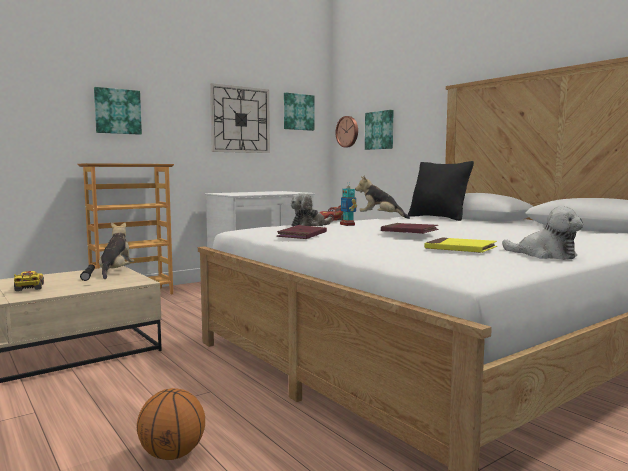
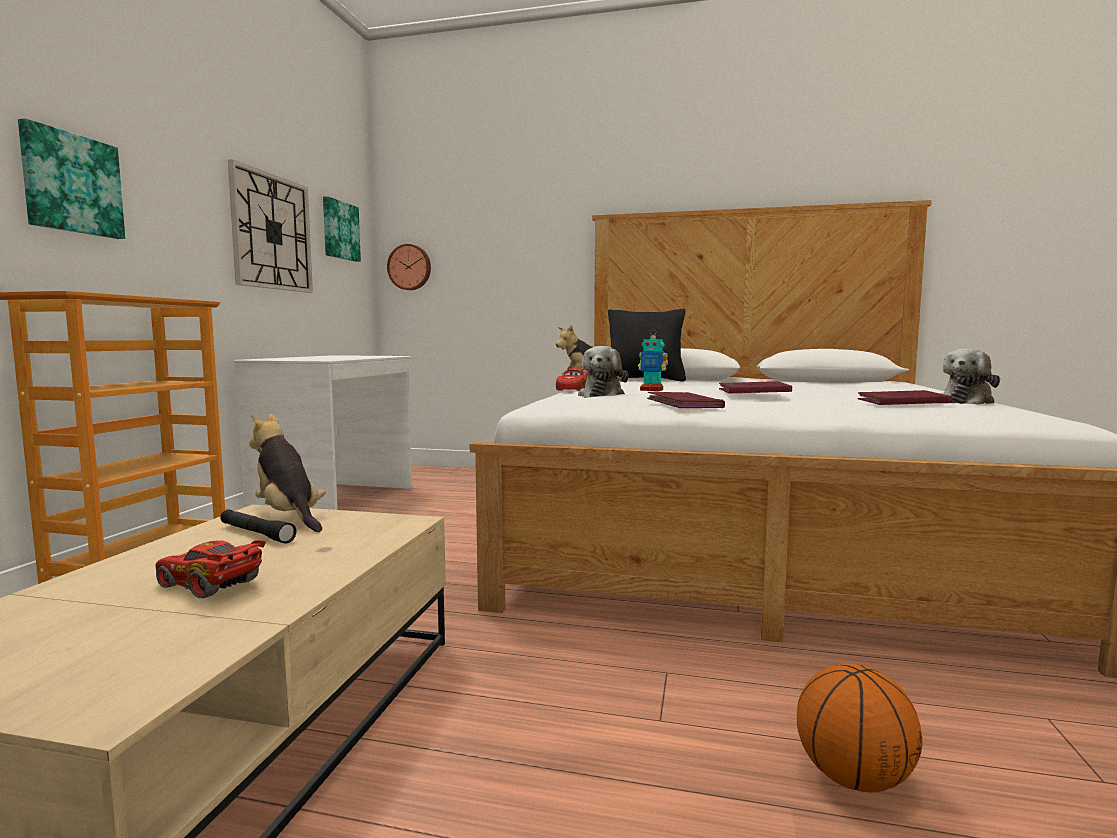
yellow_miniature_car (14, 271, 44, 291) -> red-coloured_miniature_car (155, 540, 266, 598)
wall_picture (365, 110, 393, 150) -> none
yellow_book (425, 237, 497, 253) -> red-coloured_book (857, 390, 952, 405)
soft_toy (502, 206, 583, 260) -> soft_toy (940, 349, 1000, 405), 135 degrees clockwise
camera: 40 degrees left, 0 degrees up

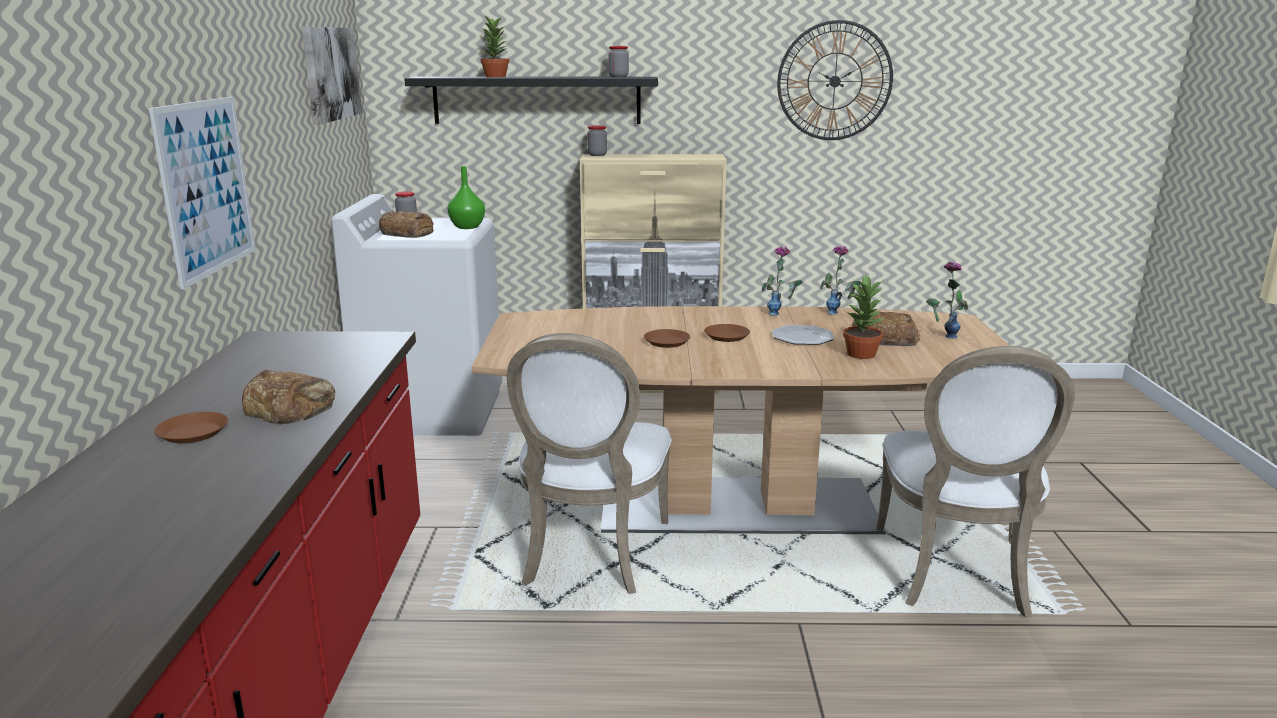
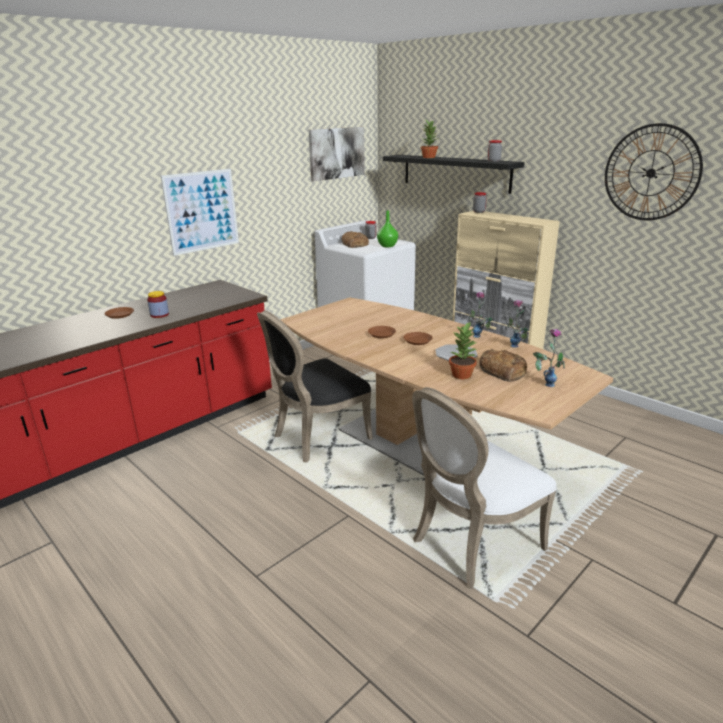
baked_bread (242, 370, 335, 424) -> storage_jar (147, 291, 169, 318)
white_upright_chair (507, 333, 672, 594) -> black-coloured_upright_chair (257, 310, 373, 463)
camera: 45 degrees right, 5 degrees up

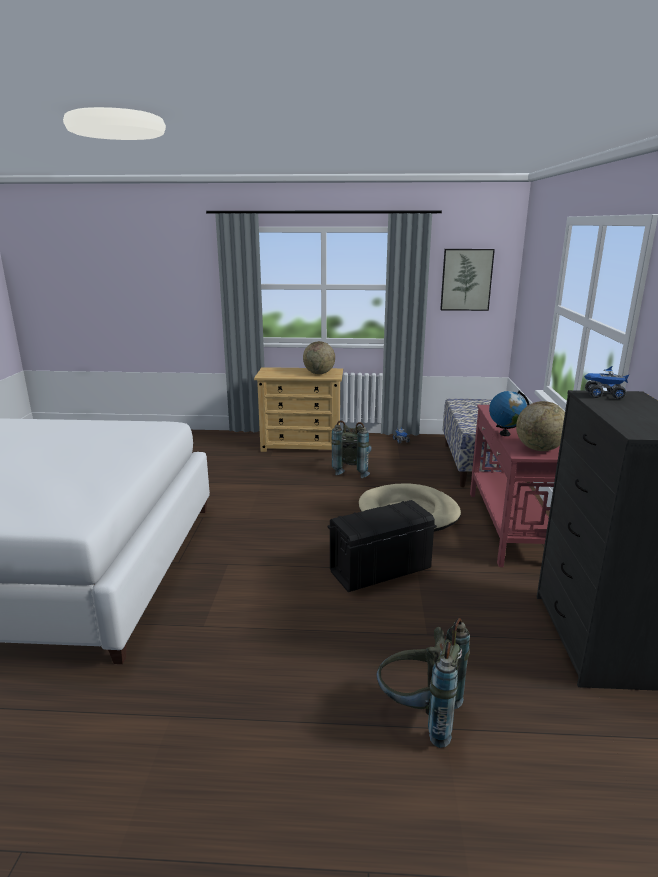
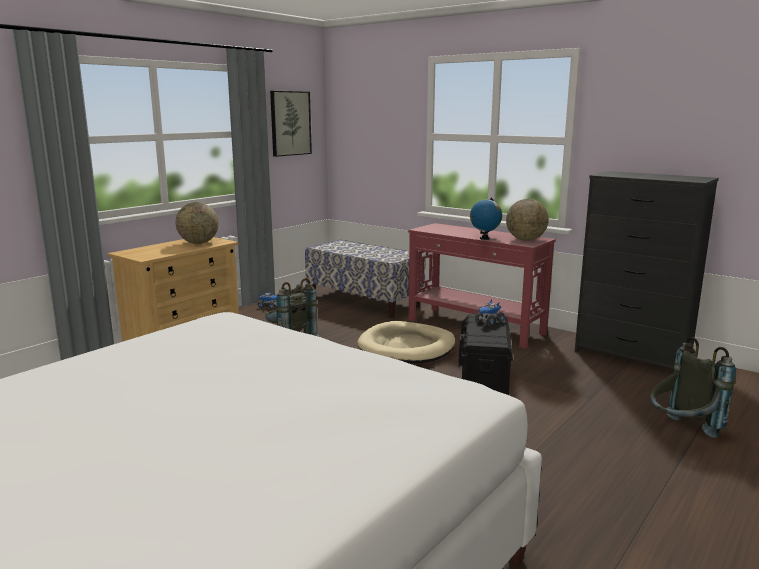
toy_lorry (584, 366, 630, 399) -> toy_lorry (475, 299, 505, 326), shifted
camera: 55 degrees left, 5 degrees down

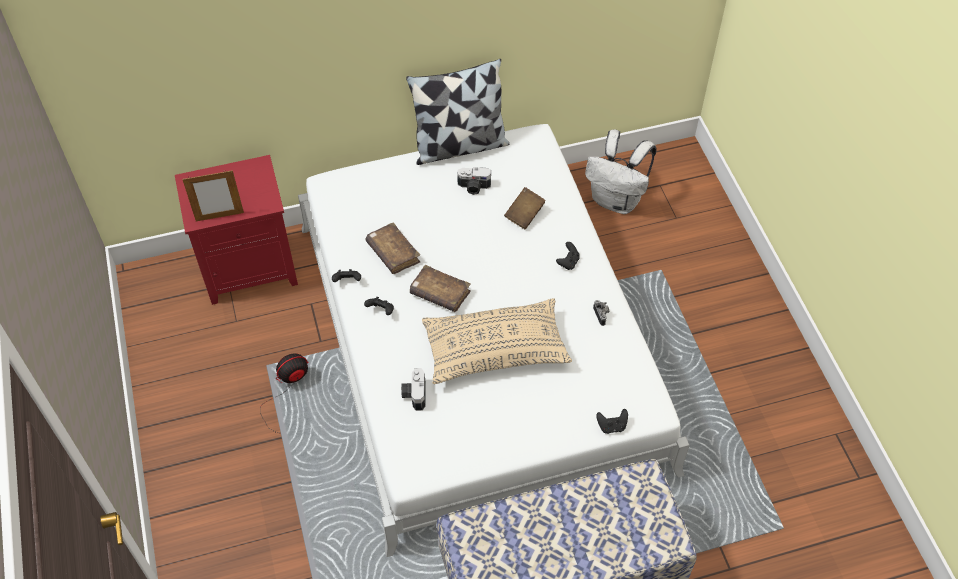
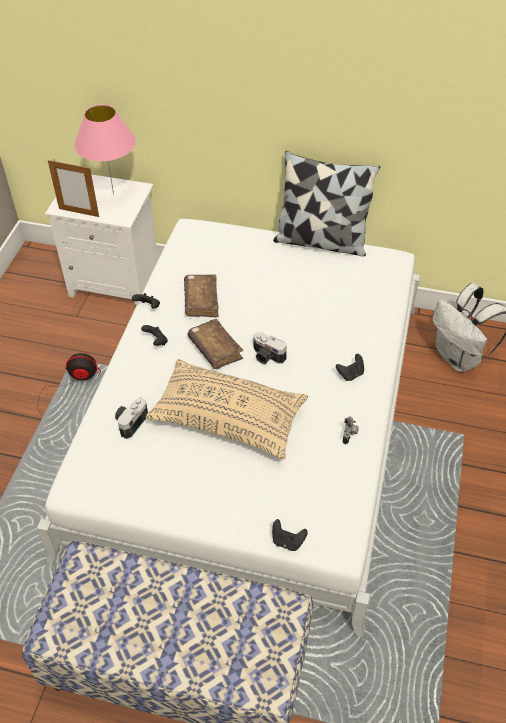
red-coloured_nightstand (175, 155, 298, 305) -> white_nightstand (45, 174, 158, 306)
still_camera (457, 167, 491, 195) -> still_camera (253, 332, 287, 364), shifted
brown_book (504, 187, 546, 229) -> none
none -> pink_tabletop_lamp (74, 105, 136, 195)
camera: 30 degrees right, 5 degrees down

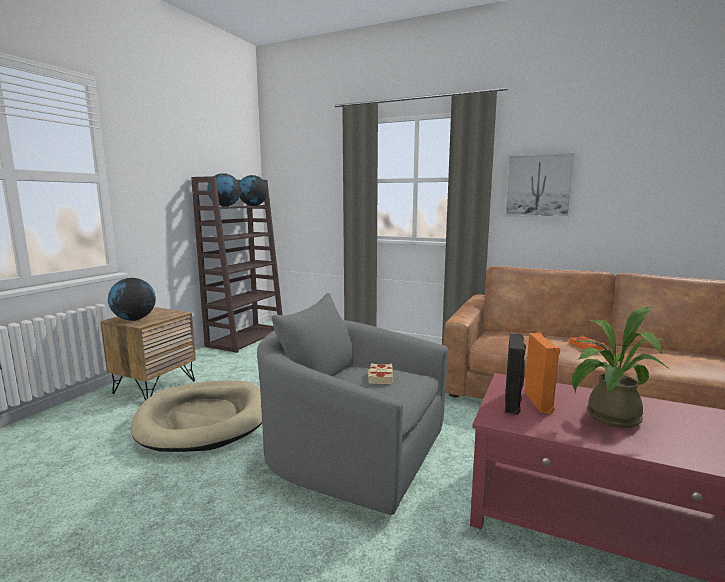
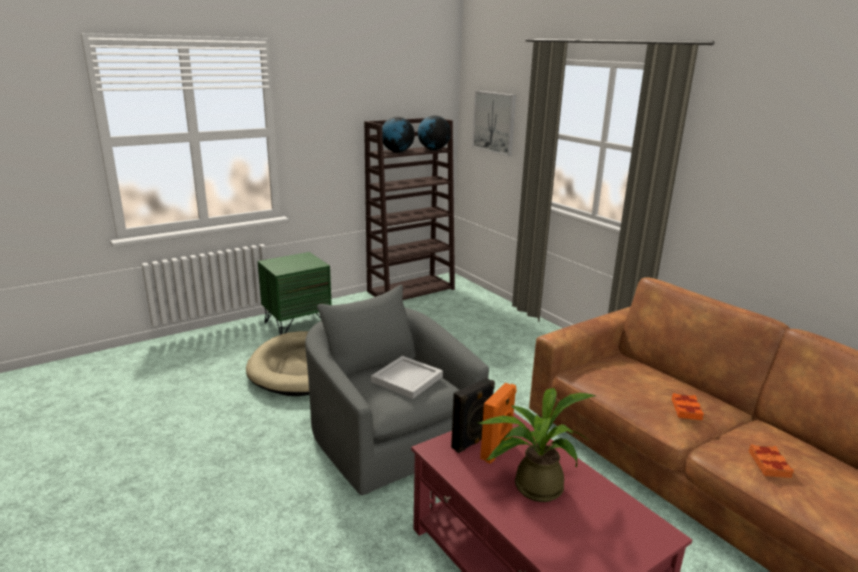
brown_nightstand (100, 307, 196, 401) -> greenish_nightstand (258, 252, 332, 335)
desk_globe (108, 278, 156, 321) -> none
sand-coloured_book (368, 363, 393, 384) -> white_tray (371, 356, 443, 399)
wall_picture (505, 153, 575, 217) -> wall_picture (472, 91, 516, 156), shifted
none -> orangey_book (749, 444, 794, 478)
camera: 30 degrees right, 10 degrees up

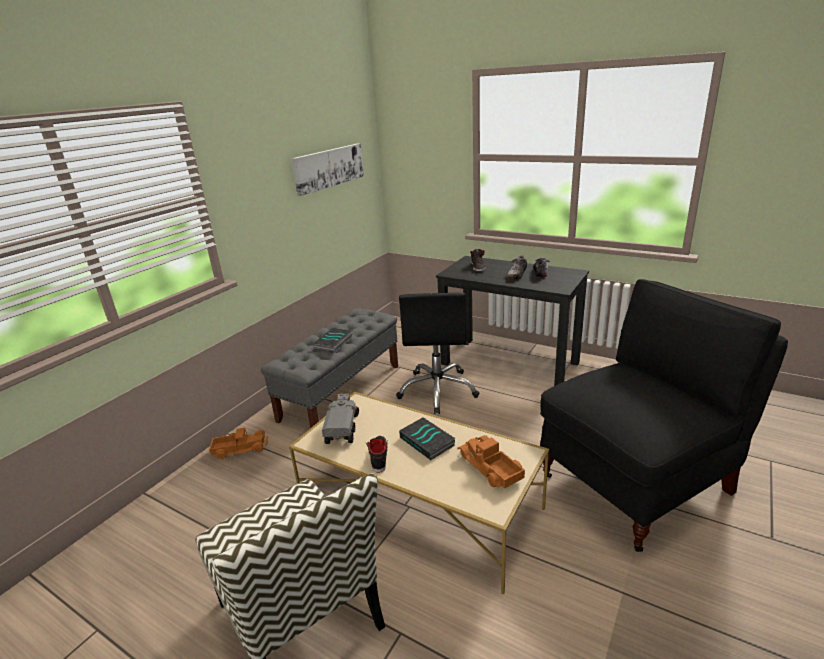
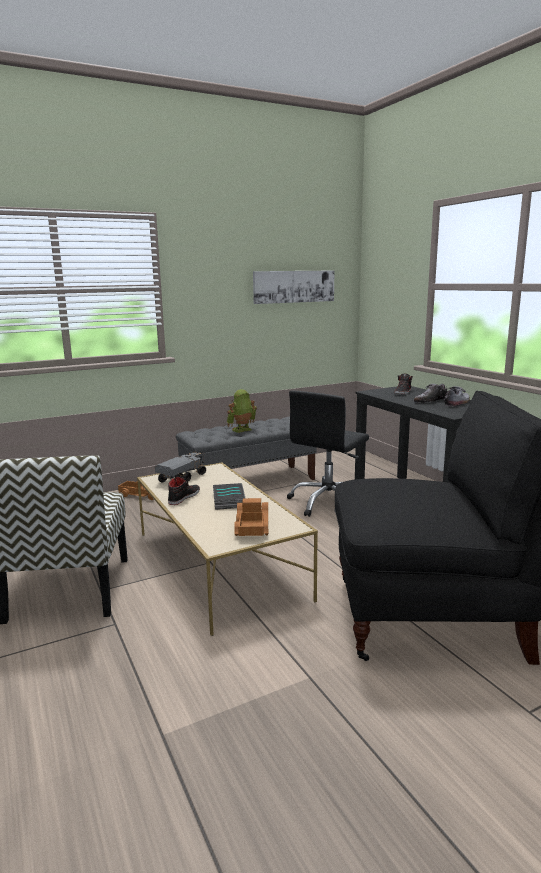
book (313, 328, 352, 353) -> robot_figure (227, 389, 257, 433)
camera: 30 degrees right, 10 degrees down

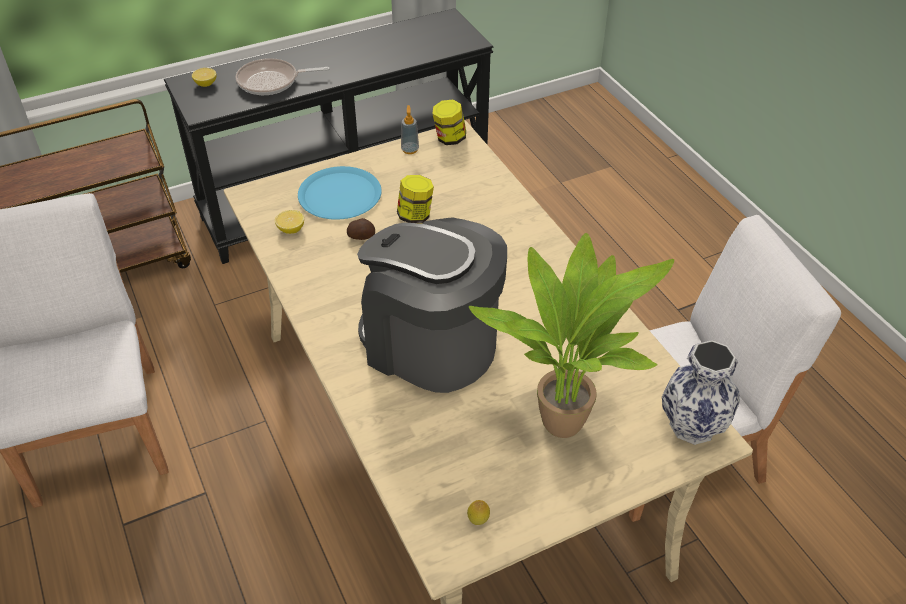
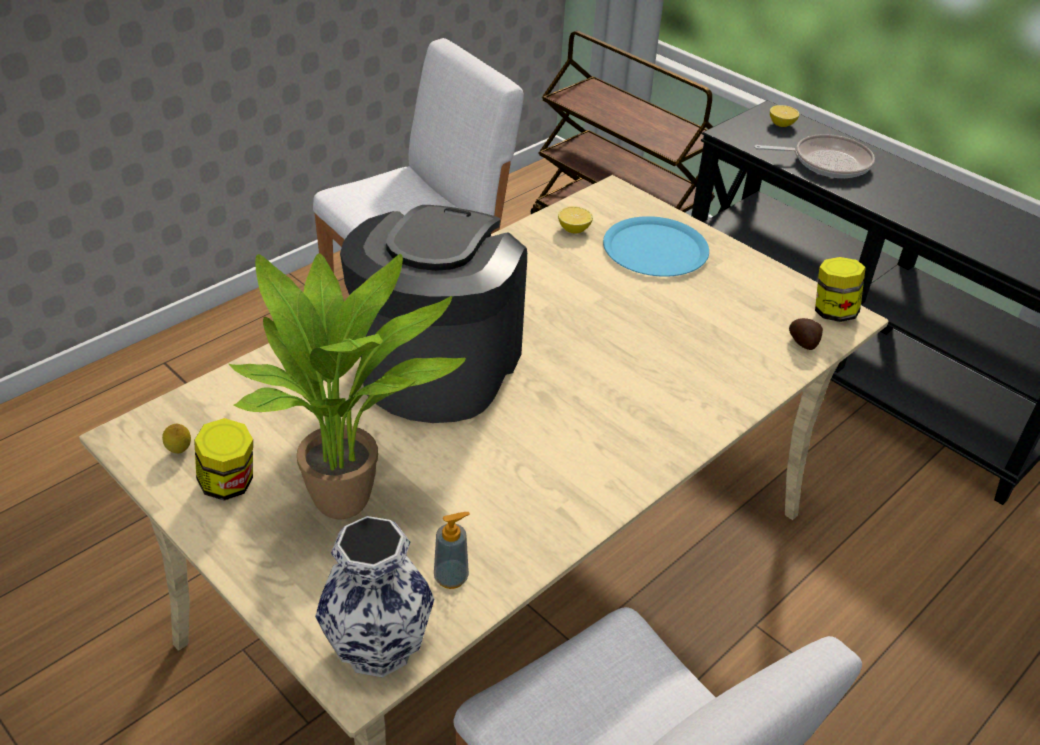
skillet (236, 58, 330, 95) -> skillet (754, 134, 875, 178), 120 degrees clockwise
spud (347, 218, 375, 240) -> spud (789, 318, 823, 350), shifted
storage_jar (397, 175, 434, 224) -> storage_jar (194, 418, 253, 501), shifted
liquid_soap_bottle (401, 105, 419, 154) -> liquid_soap_bottle (434, 512, 470, 589), shifted
camera: 70 degrees right, 5 degrees down

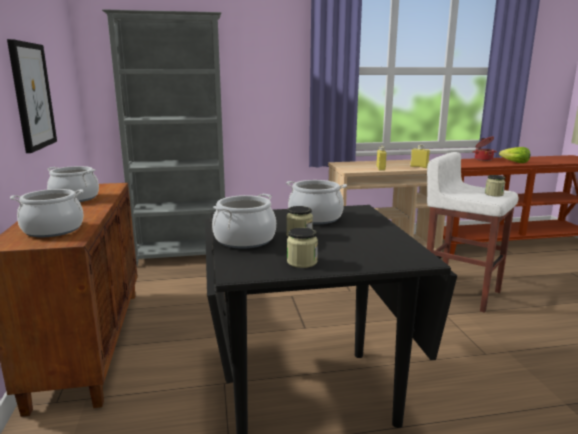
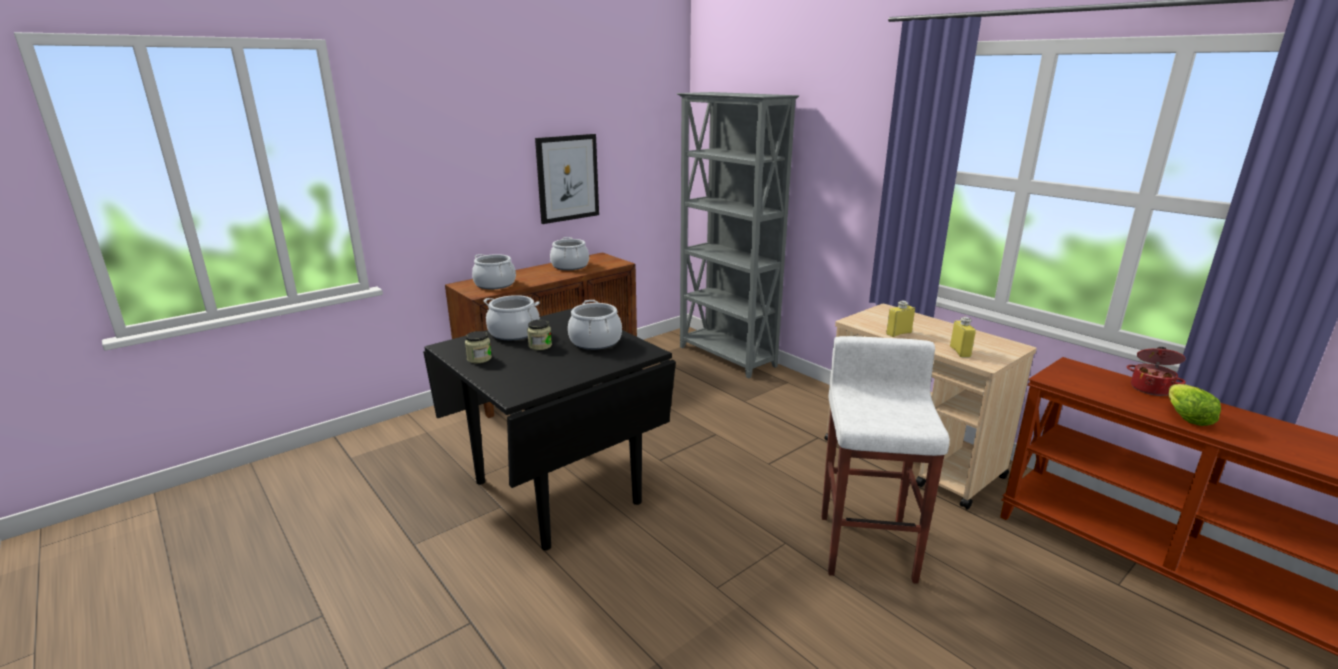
storage_jar (485, 175, 505, 196) -> none
camera: 60 degrees right, 5 degrees up

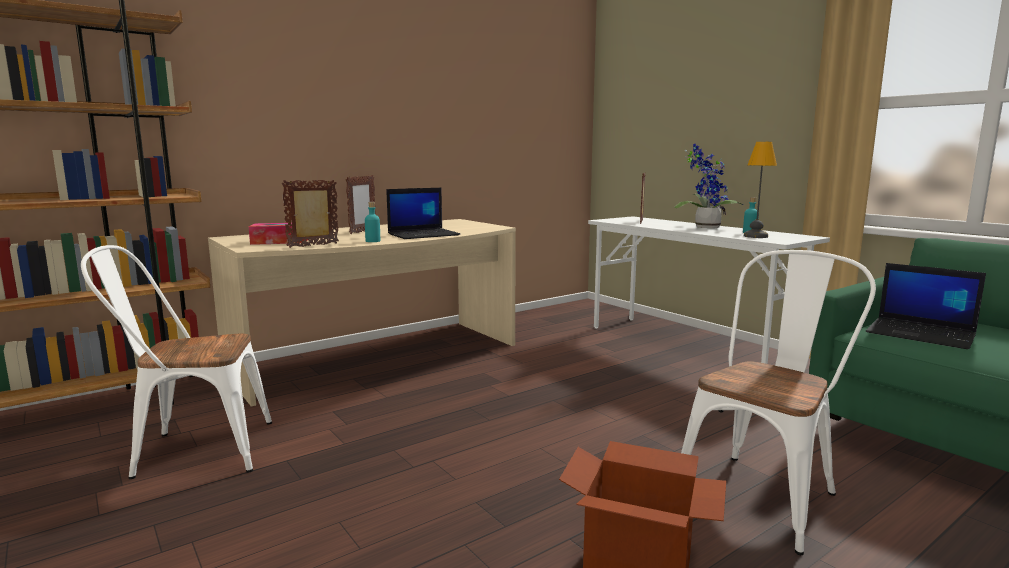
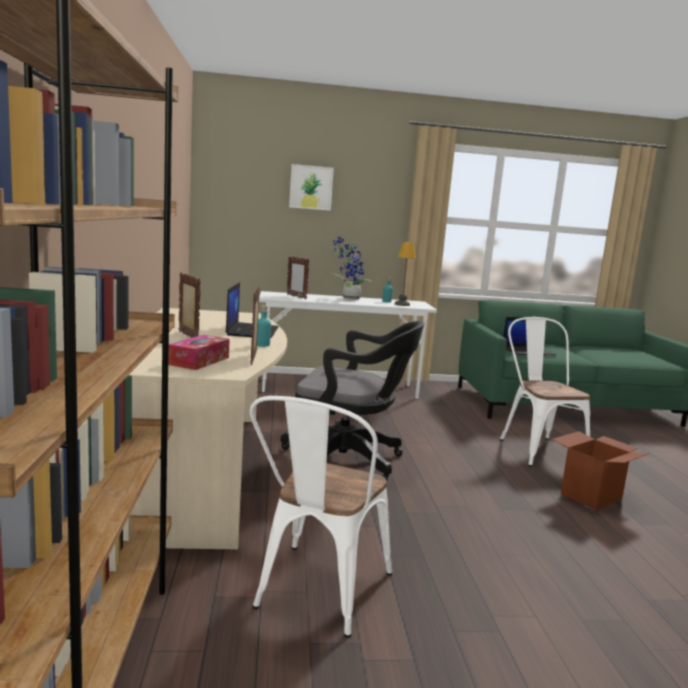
none -> black-coloured_desk_chair (280, 321, 425, 480)
none -> wall_picture (289, 164, 334, 211)
camera: 60 degrees left, 0 degrees up

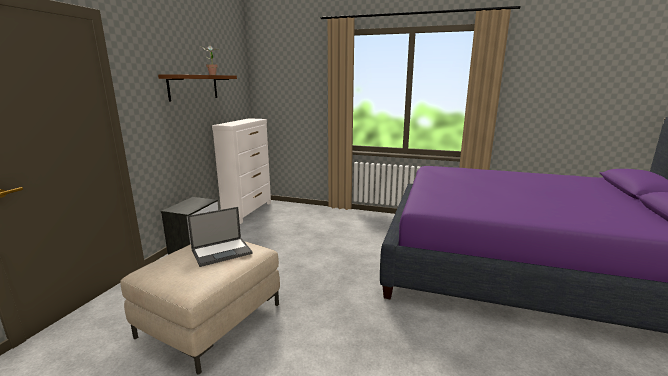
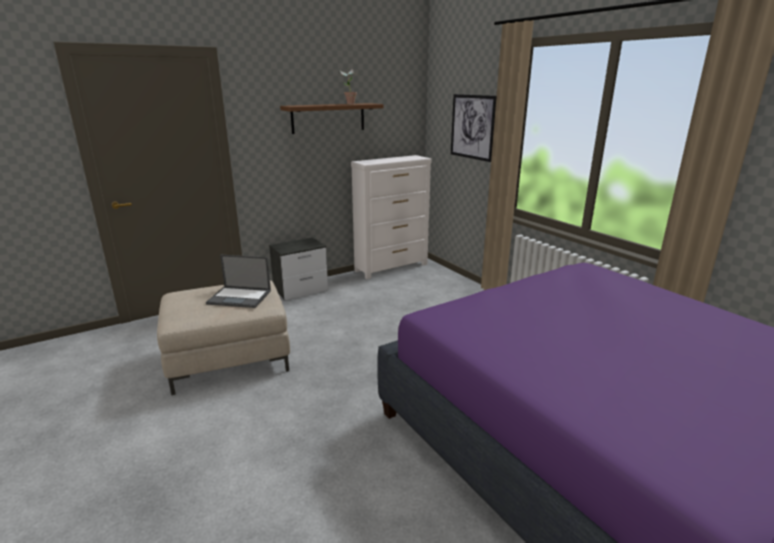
none -> wall_picture (451, 94, 497, 162)
camera: 40 degrees right, 5 degrees up

